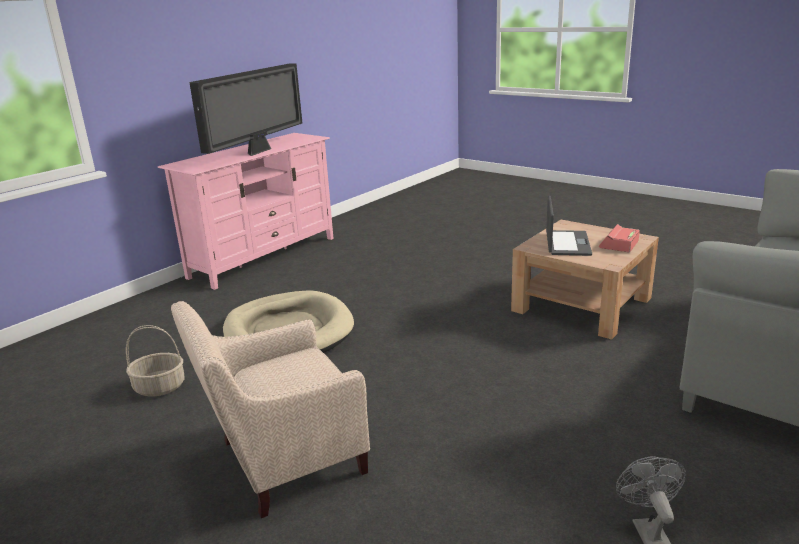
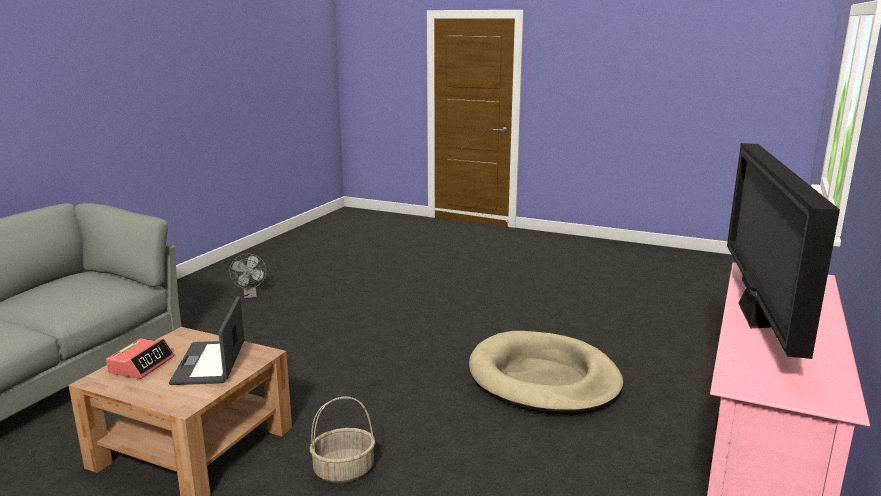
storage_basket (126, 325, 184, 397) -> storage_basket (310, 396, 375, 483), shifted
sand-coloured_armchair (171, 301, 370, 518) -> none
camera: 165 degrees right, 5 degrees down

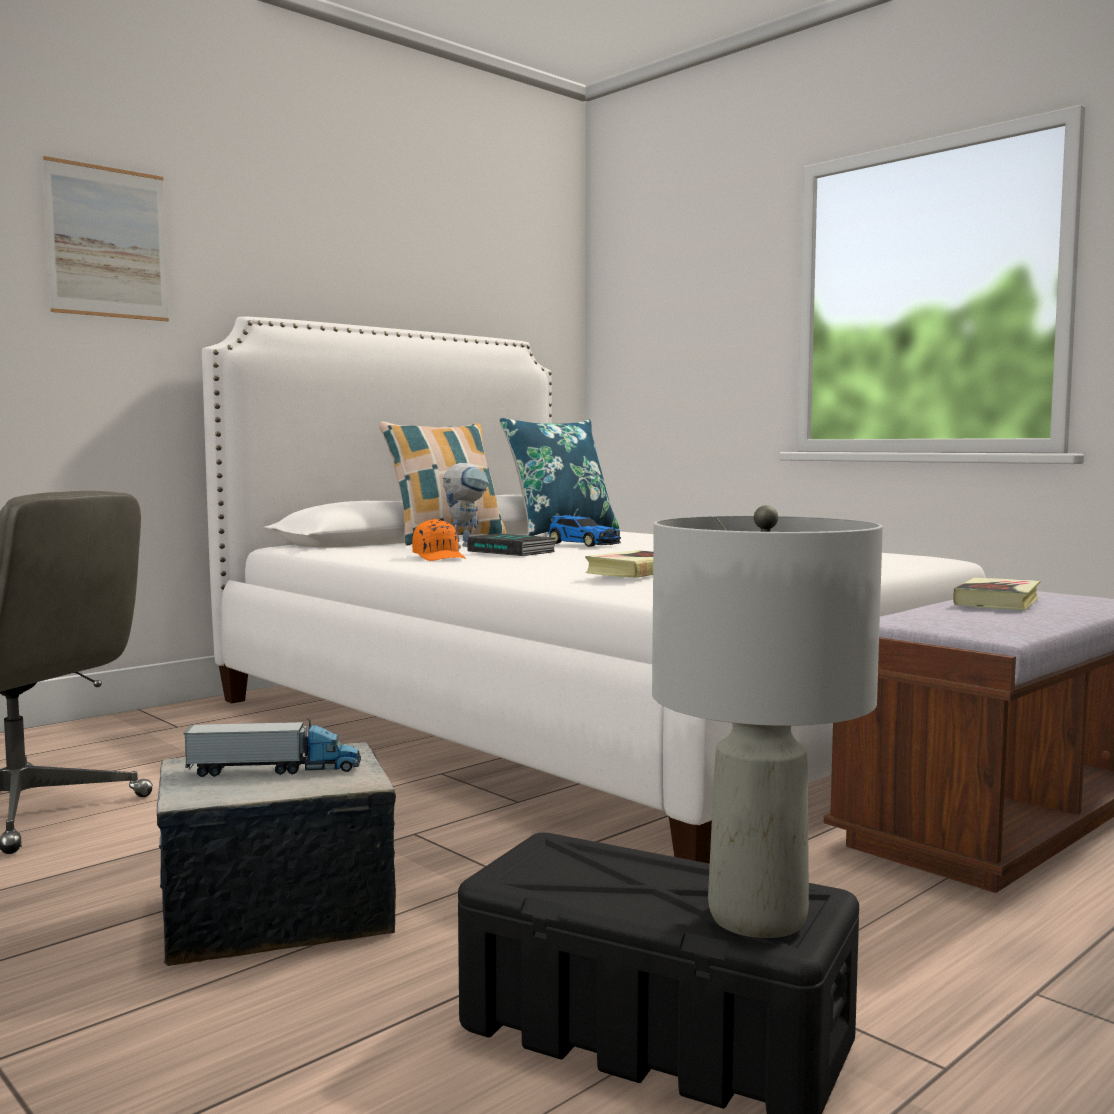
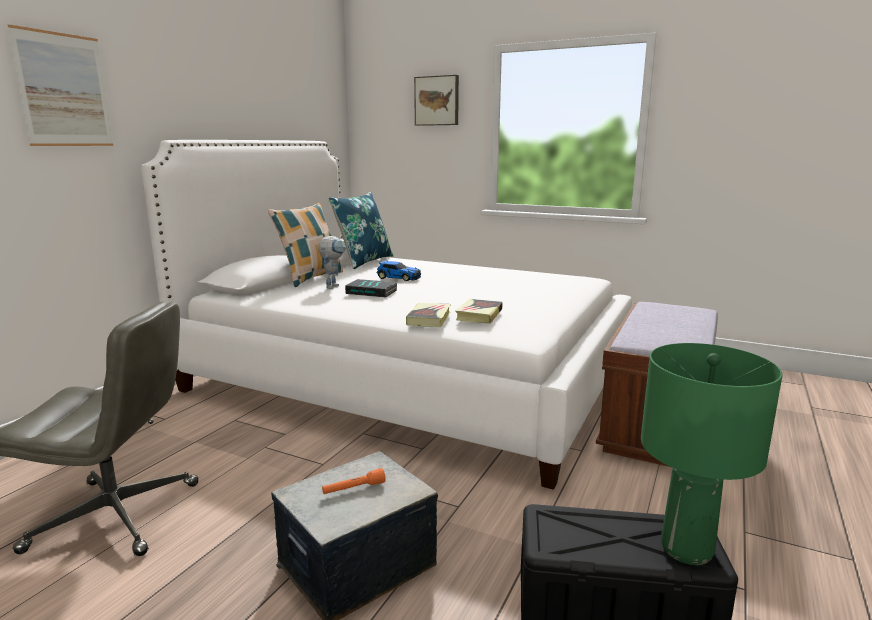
toy_lorry (183, 718, 361, 777) -> orangey_flashlight (322, 468, 386, 494)
orangey_cap (412, 519, 466, 561) -> none
gray_tabletop_lamp (652, 505, 883, 938) -> greenish_tabletop_lamp (641, 343, 782, 565)
book (953, 578, 1040, 610) -> book (406, 303, 451, 327), shifted
none -> wall_picture (414, 75, 459, 126)
camera: 20 degrees left, 10 degrees up

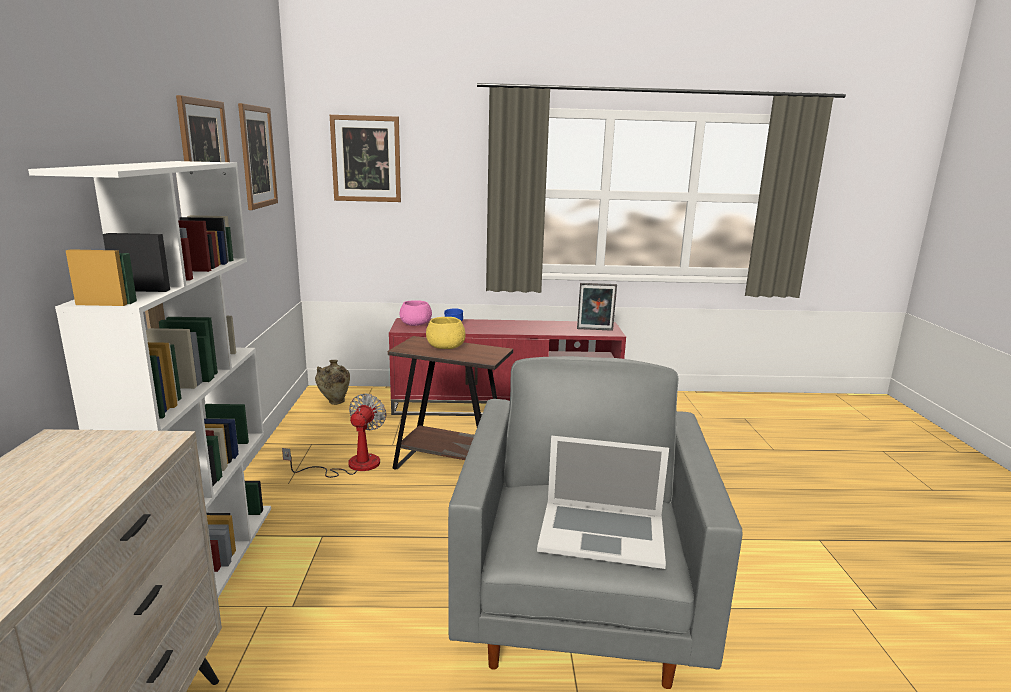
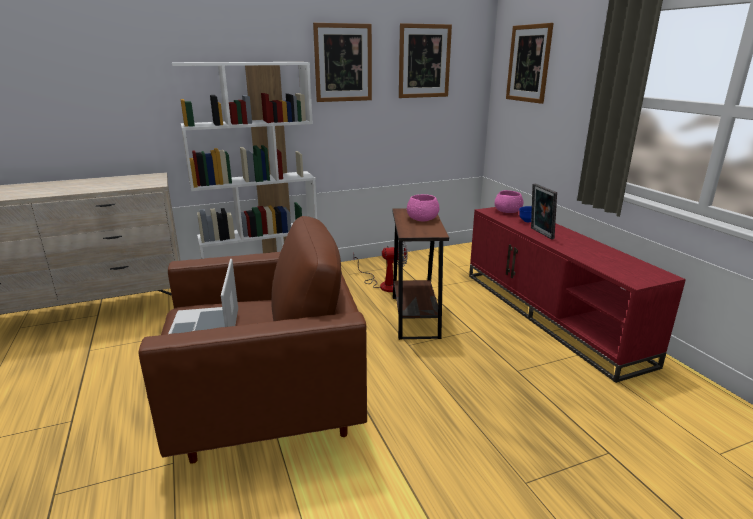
sand-coloured_vase (315, 360, 350, 405) -> none
yellow_bowl (426, 317, 466, 349) -> pink_bowl (407, 194, 439, 221)
gray_armchair (448, 356, 743, 689) -> brown_armchair (139, 216, 367, 464)
standing_frame (577, 283, 617, 331) -> standing_frame (531, 183, 557, 240), shifted
camera: 70 degrees right, 5 degrees up

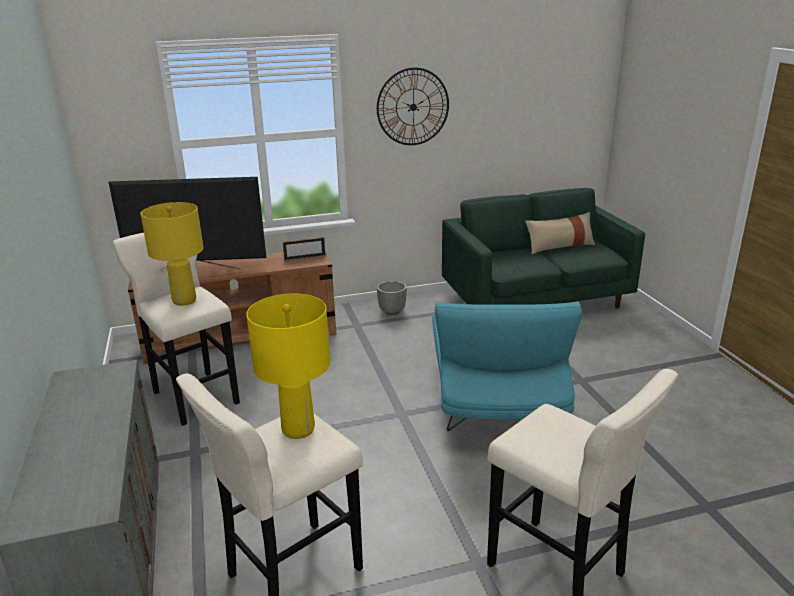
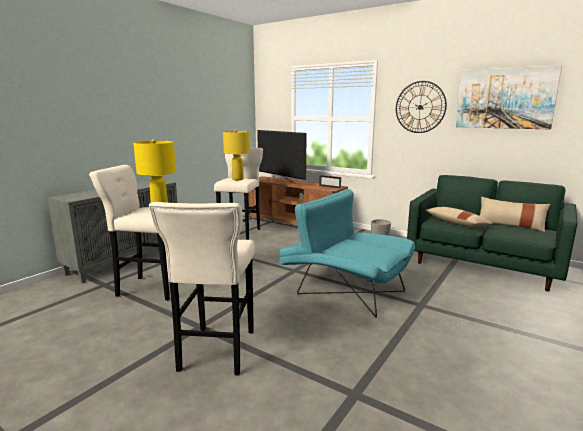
blue-green_armchair (432, 302, 582, 431) -> blue-green_armchair (279, 189, 415, 318), 75 degrees clockwise
none -> sand-coloured_pillow (426, 207, 494, 227)
none -> wall_picture (456, 65, 562, 129)
camera: 50 degrees right, 10 degrees down

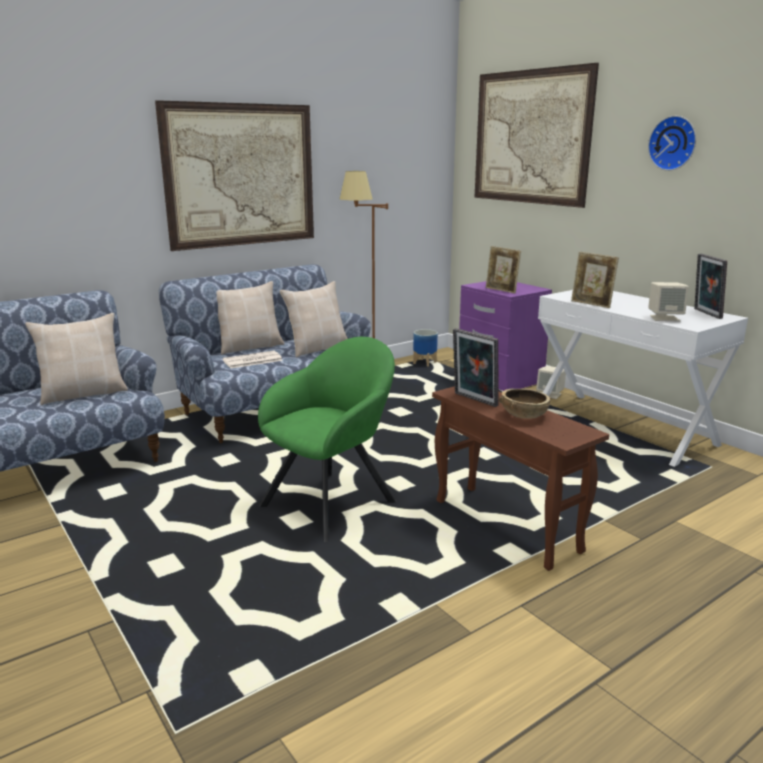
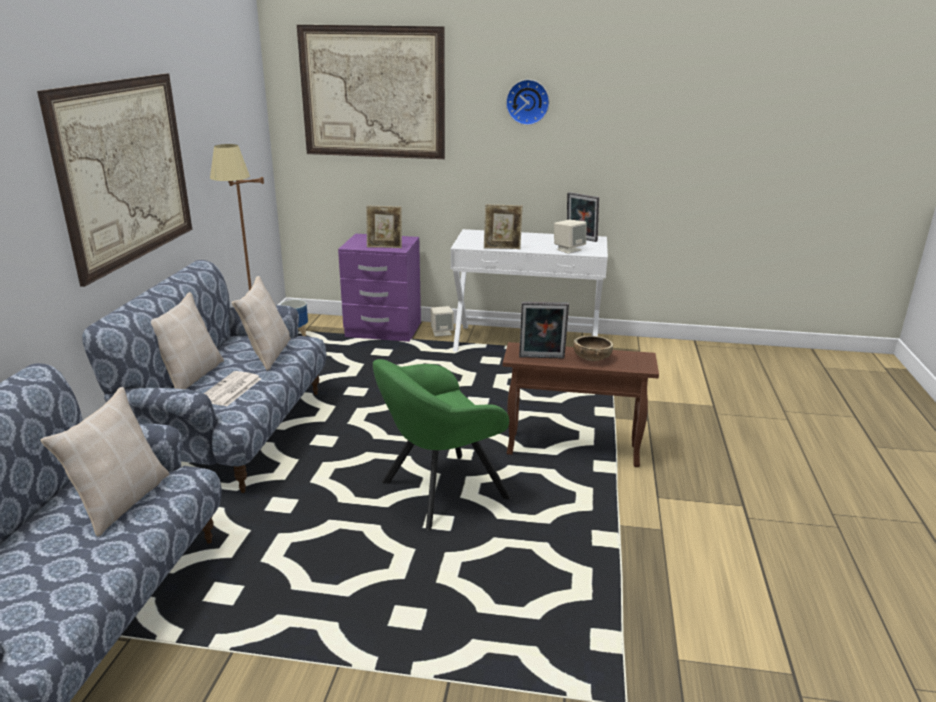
greenish_armchair (258, 337, 397, 542) -> greenish_armchair (373, 359, 511, 531), 120 degrees counterclockwise
camera: 45 degrees left, 5 degrees up

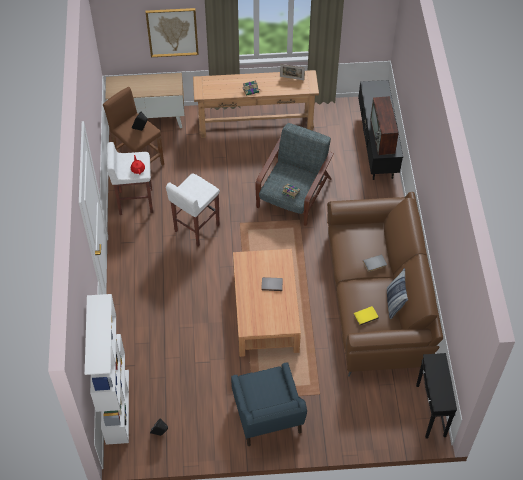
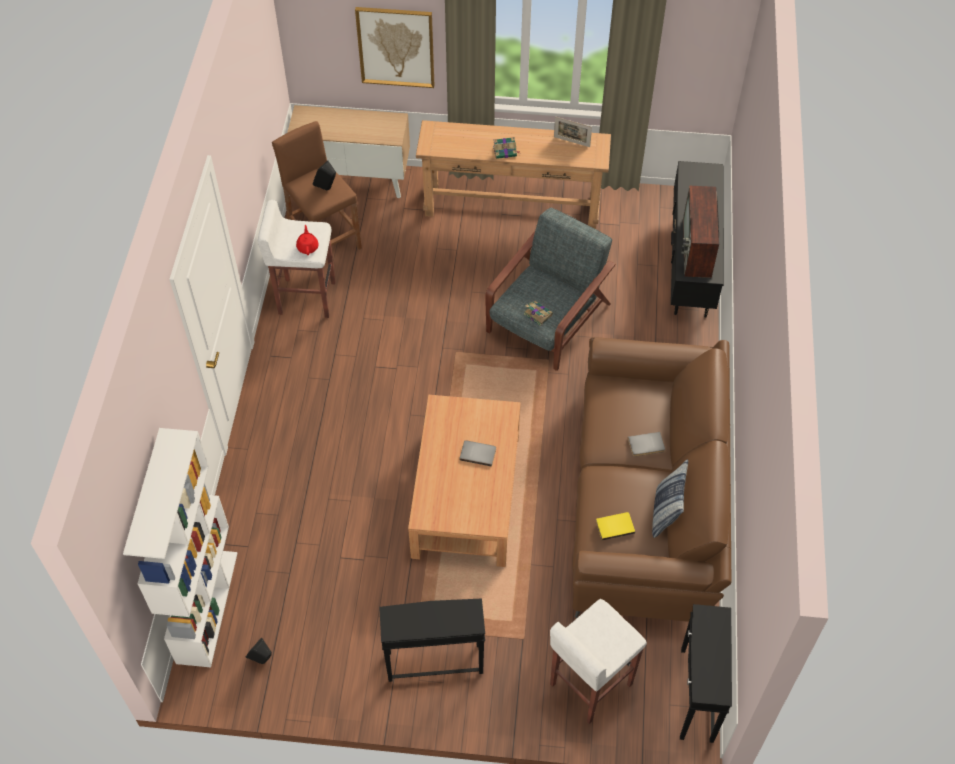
white_stool (166, 173, 220, 246) -> white_stool (550, 599, 647, 724), shifted
blue_armchair (231, 362, 307, 446) -> black-coloured_end_table (379, 599, 485, 682)
camera: 10 degrees right, 0 degrees up

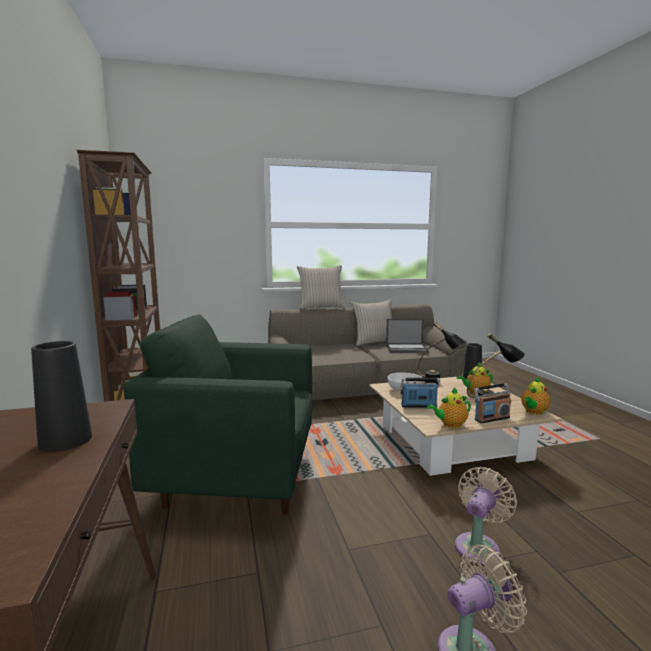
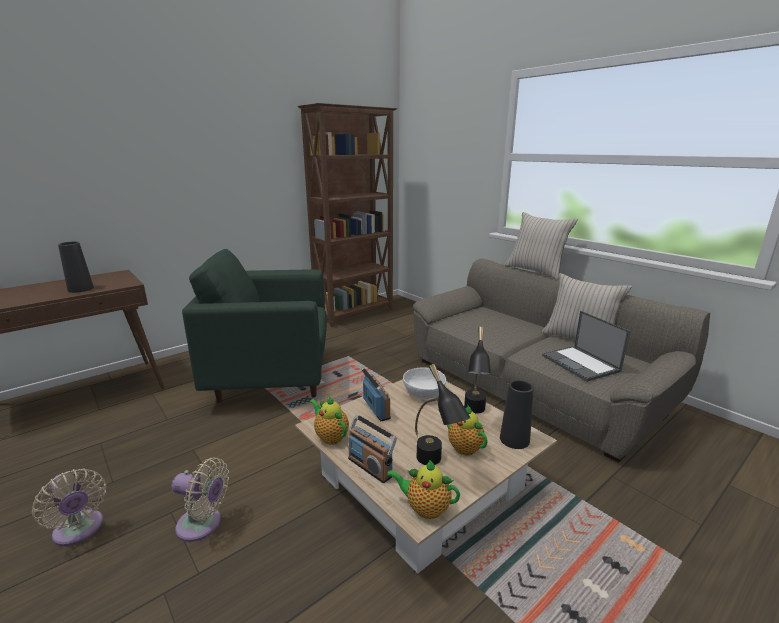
greenish_armchair (123, 315, 313, 514) -> greenish_armchair (182, 249, 327, 403), 75 degrees counterclockwise
camera: 65 degrees right, 10 degrees up

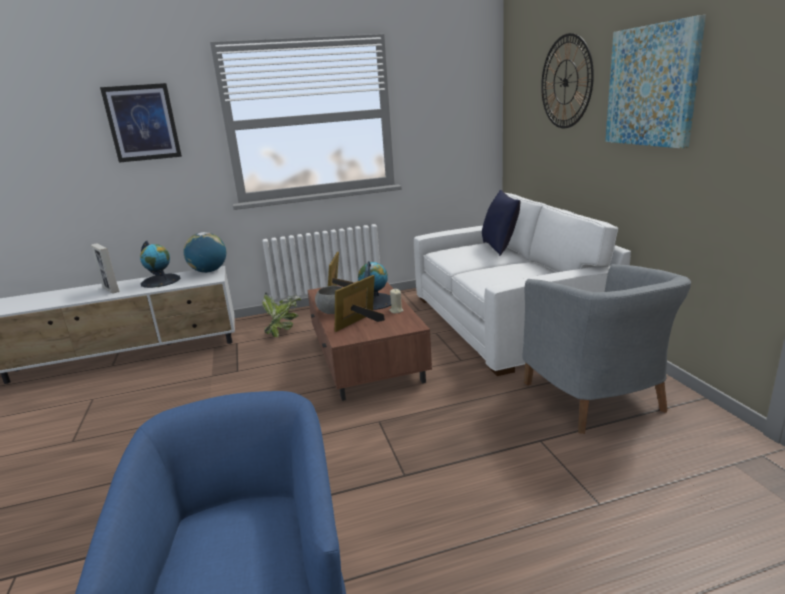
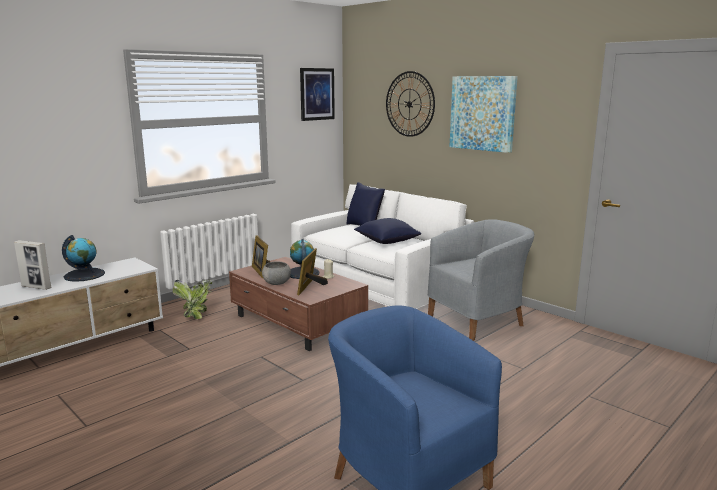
wall_picture (100, 83, 182, 163) -> wall_picture (300, 68, 335, 121), shifted
desk_globe (184, 232, 226, 273) -> none
gray_armchair (522, 264, 691, 434) -> gray_armchair (428, 219, 534, 341), 75 degrees counterclockwise
none -> blue_pillow (354, 218, 421, 244)
camera: 30 degrees left, 5 degrees down

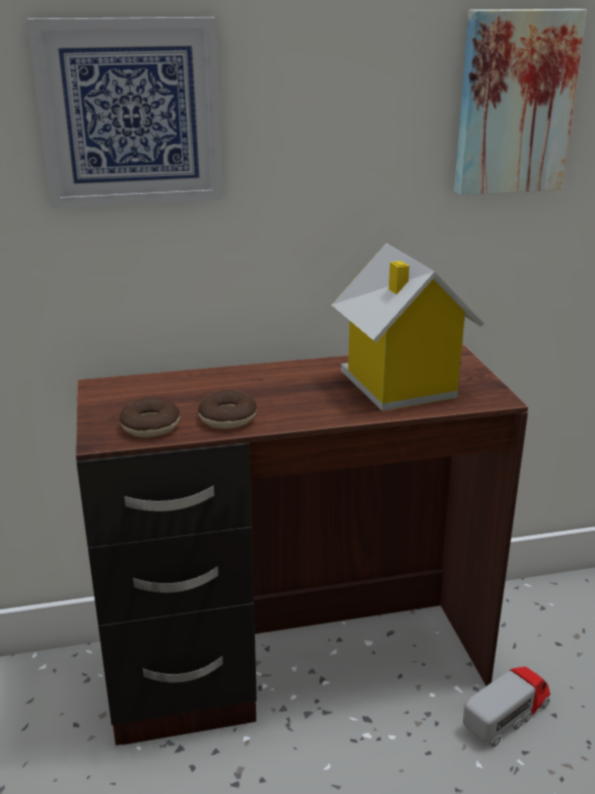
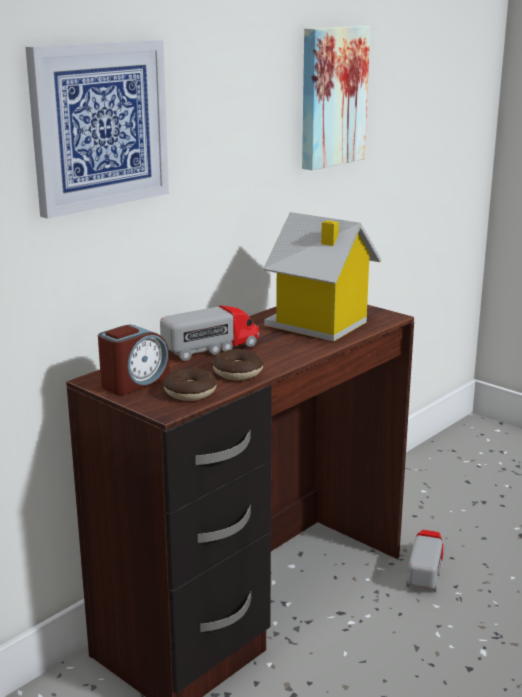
none -> alarm_clock (98, 325, 170, 395)
none -> toy_lorry (160, 305, 259, 361)
camera: 35 degrees left, 5 degrees down

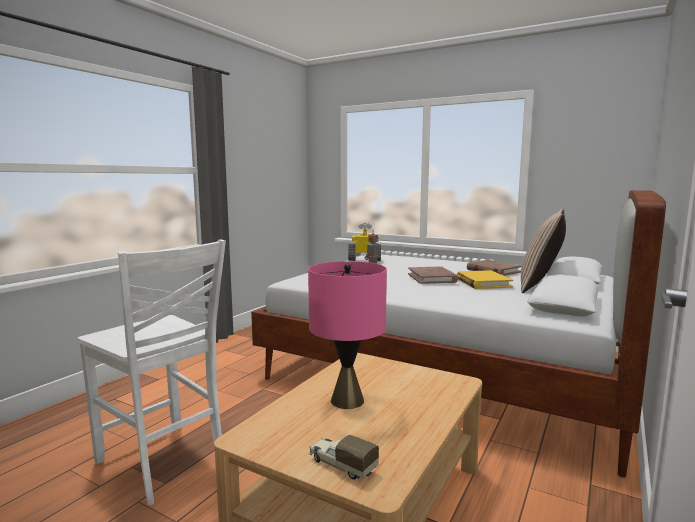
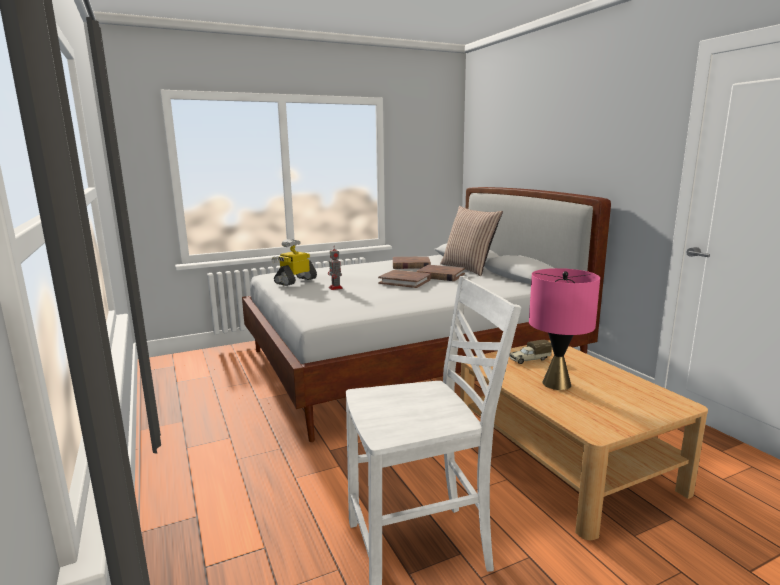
toy_lorry (309, 435, 379, 480) -> toy_lorry (509, 340, 552, 364), shifted
yellow_book (457, 270, 513, 289) -> brown_book (417, 265, 465, 281)
camera: 55 degrees left, 5 degrees up

